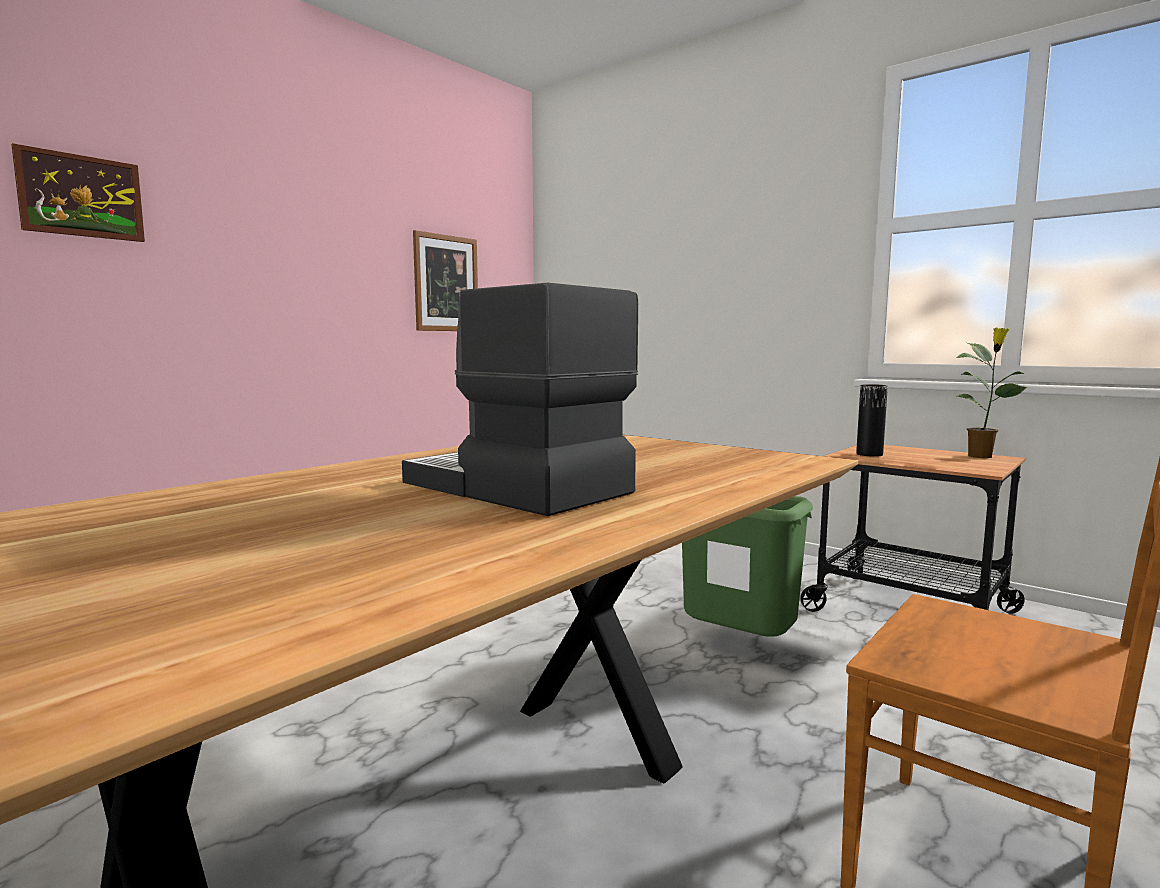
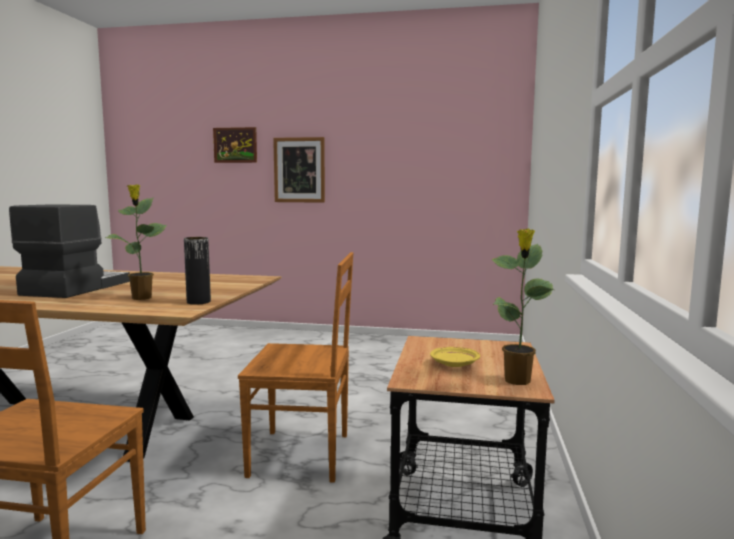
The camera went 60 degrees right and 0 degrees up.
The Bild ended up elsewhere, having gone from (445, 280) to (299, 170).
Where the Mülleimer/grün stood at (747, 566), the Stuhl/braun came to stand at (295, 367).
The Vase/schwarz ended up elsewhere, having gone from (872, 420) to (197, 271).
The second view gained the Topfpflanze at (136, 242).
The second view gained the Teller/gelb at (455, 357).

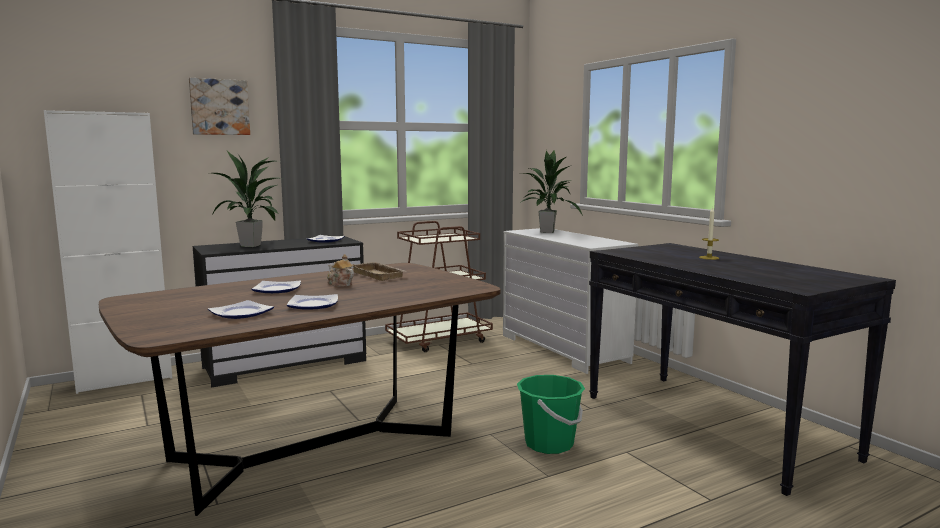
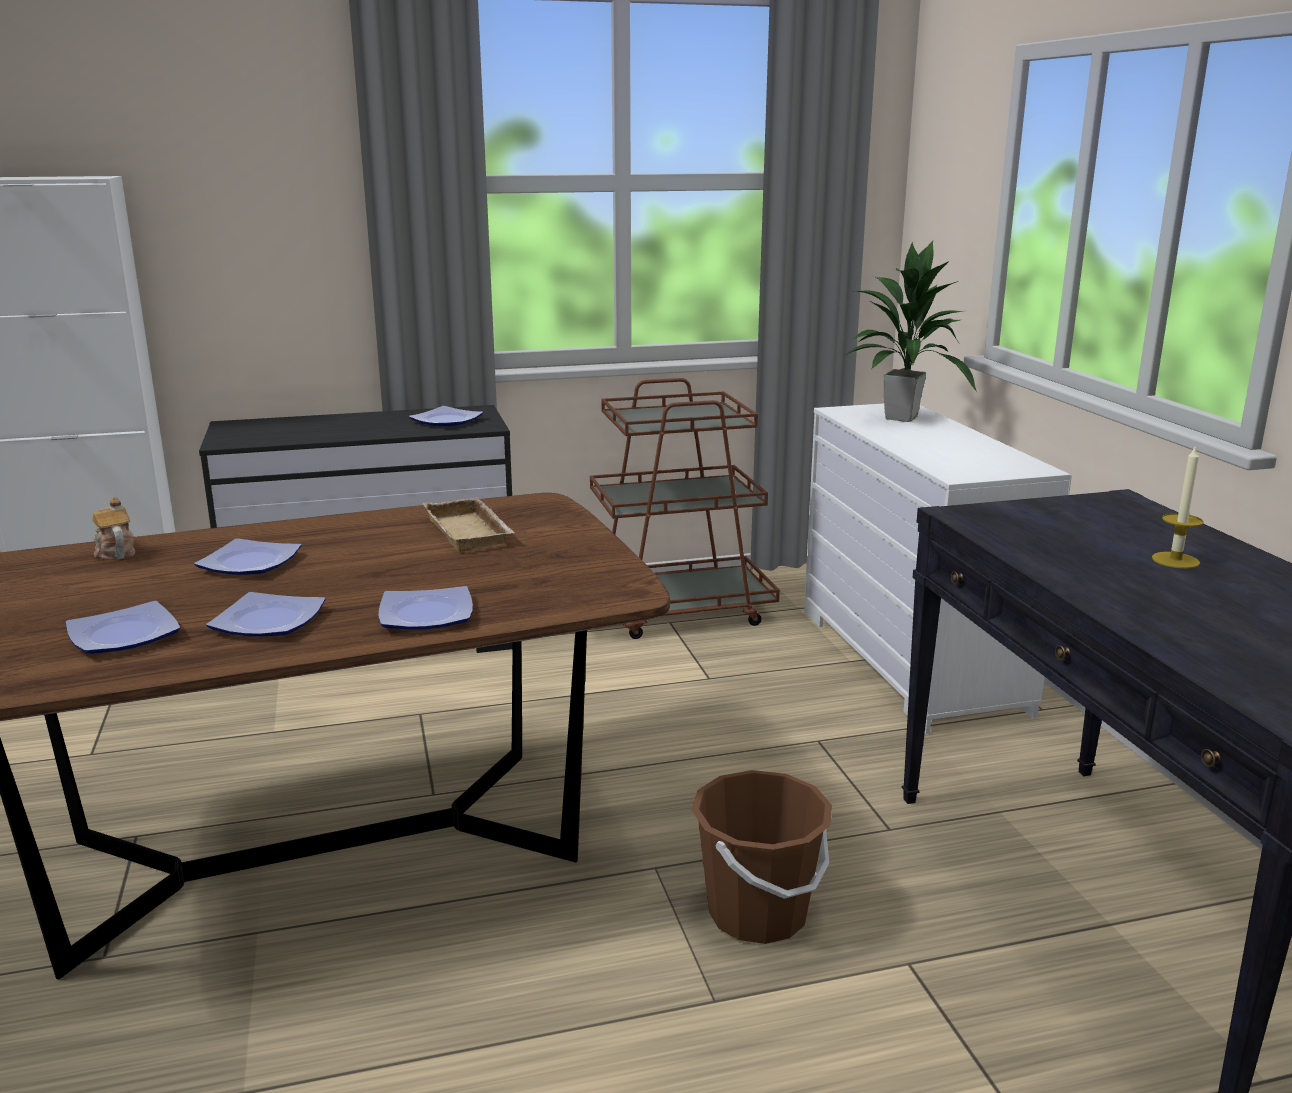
The camera went 15 degrees right and 10 degrees up.
The second view lost the Bild at (219, 106).
The second view lost the Topfpflanze at (245, 199).
The Teekanne ended up elsewhere, having gone from (340, 270) to (113, 528).
What was the Eimer/grün at (551, 414) turned into the Eimer/braun at (762, 857).
The second view gained the Teller at (426, 608).

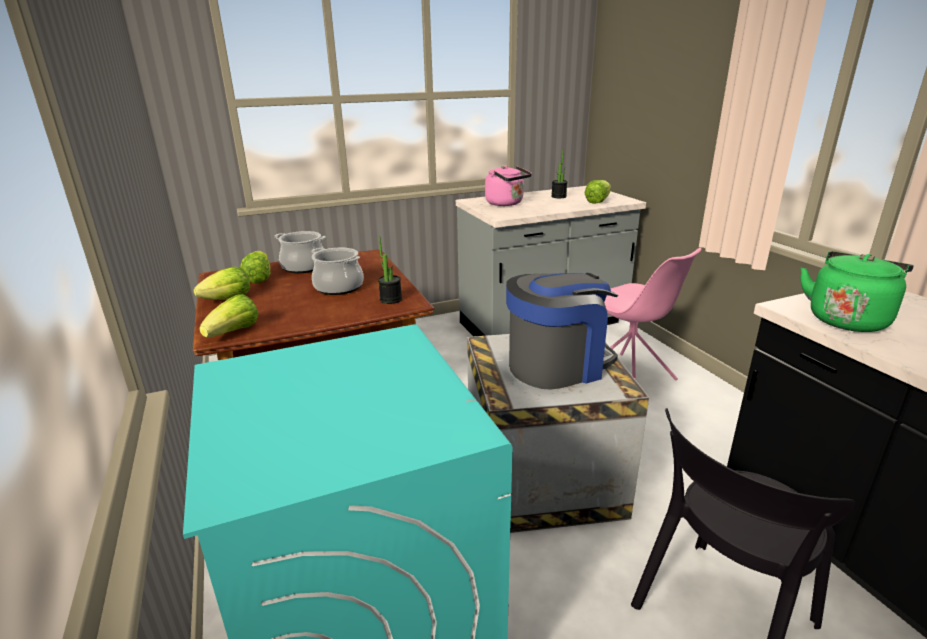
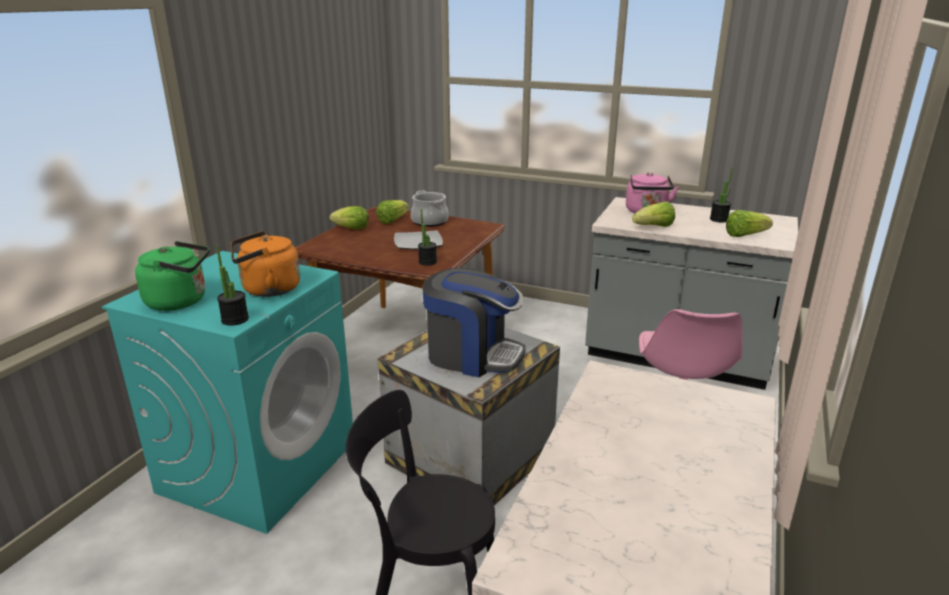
The camera went 45 degrees right and 0 degrees up.
The Salatkopf ended up elsewhere, having gone from (228, 315) to (653, 214).
Where the Kochtopf stood at (337, 271), the Teller came to stand at (418, 239).
The Wasserkessel/grün ended up elsewhere, having gone from (857, 291) to (172, 276).
The second view gained the Topfpflanze at (232, 285).
The second view gained the Wasserkessel/orange at (265, 264).

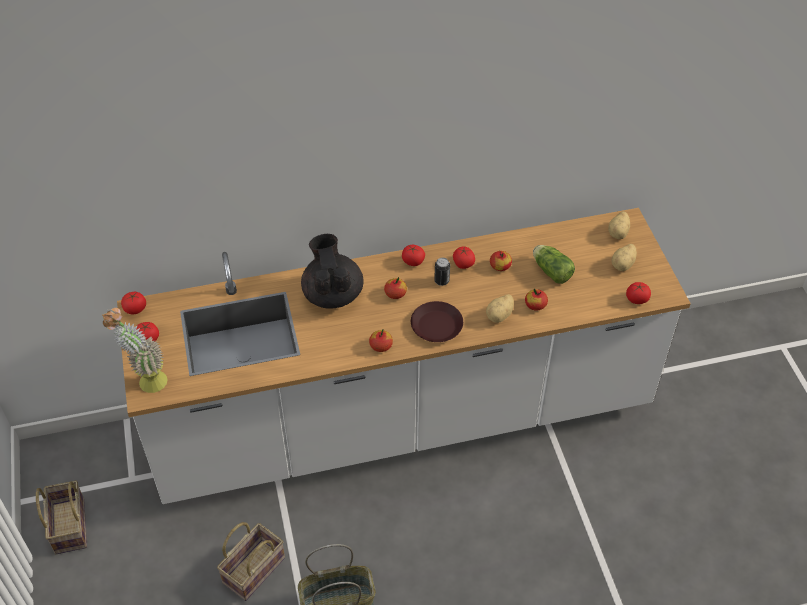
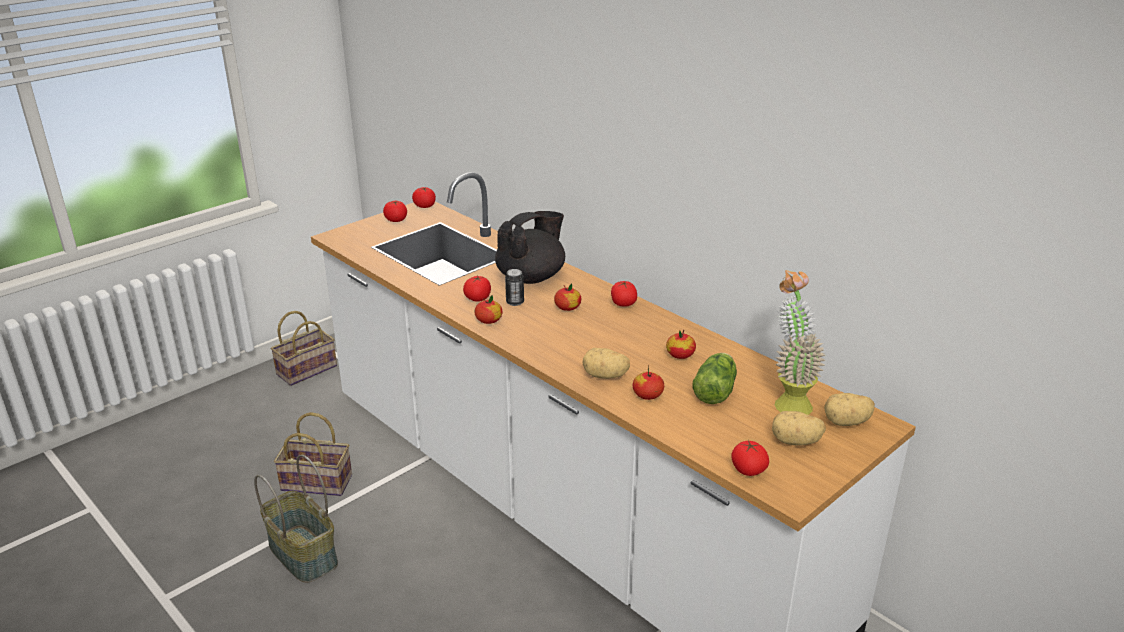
The camera went 60 degrees right and 20 degrees down.
The Topfpflanze ended up elsewhere, having gone from (135, 350) to (800, 342).
The second view lost the Teller/braun at (437, 321).
The Dose ended up elsewhere, having gone from (442, 272) to (514, 287).
The Tomate ended up elsewhere, having gone from (464, 258) to (477, 289).

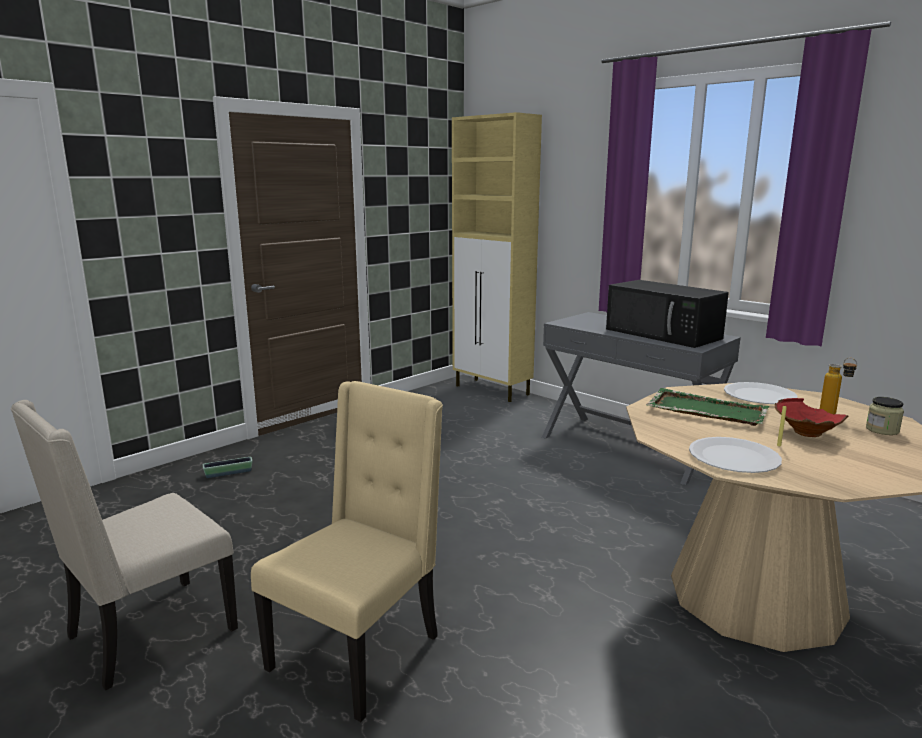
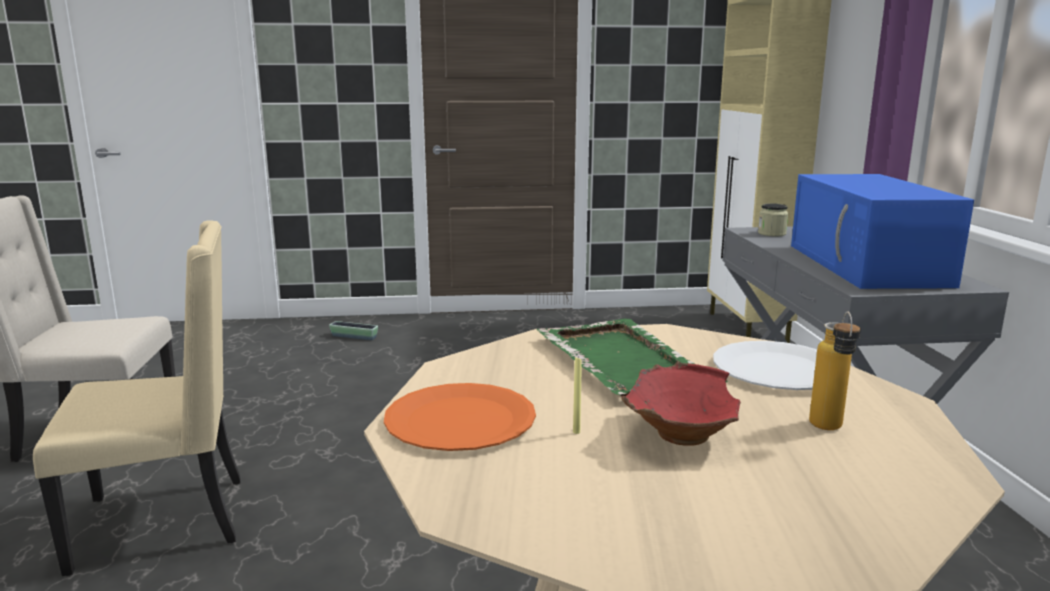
The camera went 40 degrees right and 0 degrees up.
What was the Mikrowelle/schwarz at (667, 314) turned into the Mikrowelle/blau at (882, 231).
What was the Teller/weiß at (735, 455) turned into the Teller/orange at (460, 417).
The Vorratsglas ended up elsewhere, having gone from (885, 416) to (773, 219).

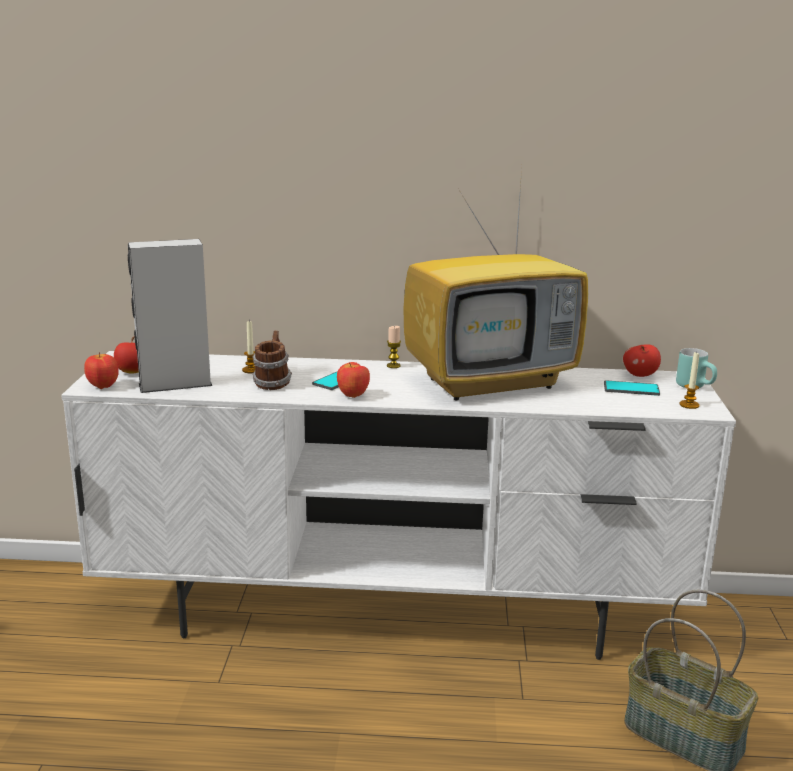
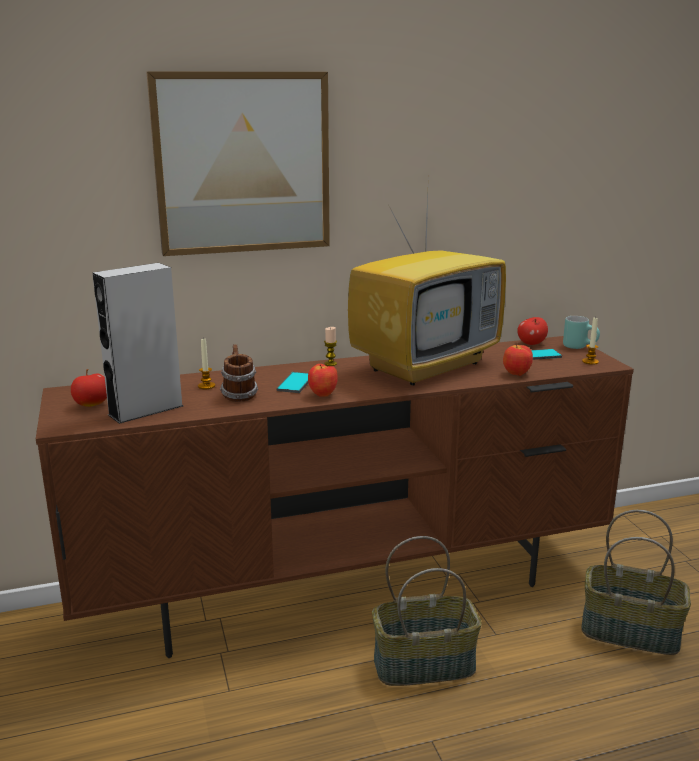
The camera went 20 degrees left and 0 degrees up.
What was the Fernsehschrank/weiß at (398, 505) turned into the Fernsehschrank/braun at (335, 497).
The Apfel ended up elsewhere, having gone from (101, 370) to (518, 360).
The second view gained the Bild at (238, 163).
The second view gained the Korb at (427, 611).

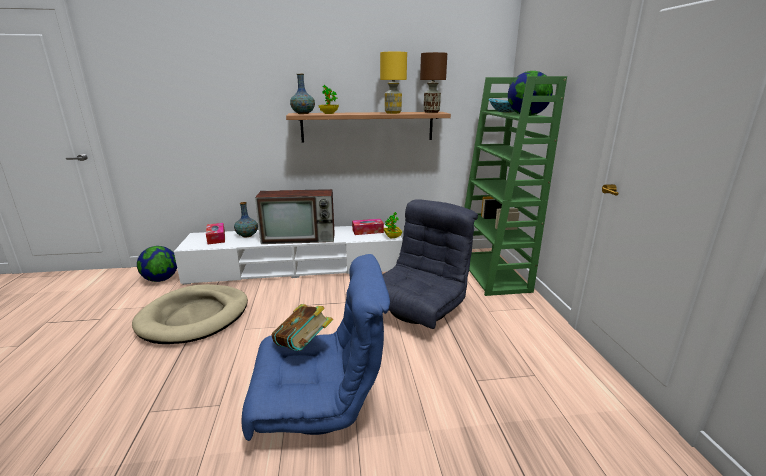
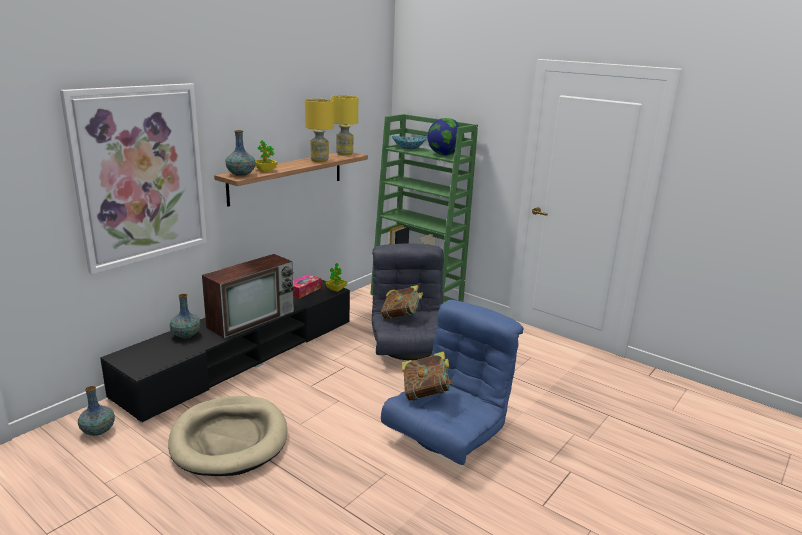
The camera went 45 degrees left and 0 degrees up.
Where the Globus stood at (157, 264), the Vase came to stand at (96, 411).
What was the Fernsehschrank/weiß at (288, 254) turned into the Fernsehschrank/schwarz at (225, 351).
The second view lost the Taschentuchbox at (215, 234).
What was the Tischlampe/braun at (433, 82) turned into the Tischlampe/gelb at (345, 125).
The second view gained the Bild at (133, 178).
The second view gained the Buch at (402, 302).

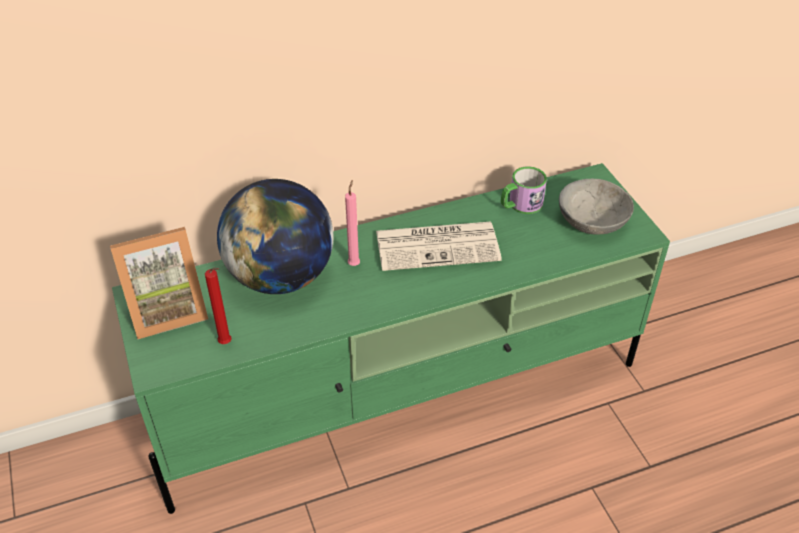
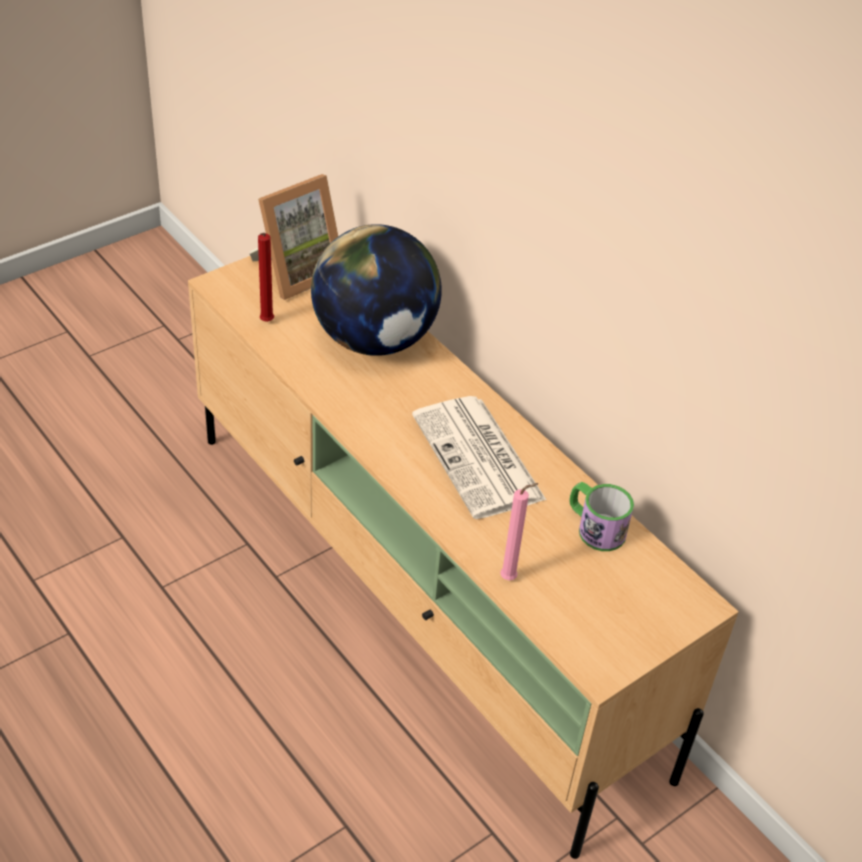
The camera went 70 degrees right and 0 degrees up.
The Bilderrahmen at (159, 283) ended up facing another way, 90 degrees counterclockwise from before.
What was the Fernsehschrank/grün at (391, 338) turned into the Fernsehschrank/beige at (463, 557).
The Kerze/rosa ended up elsewhere, having gone from (352, 223) to (519, 531).
The second view lost the Schüssel/grau at (596, 207).

